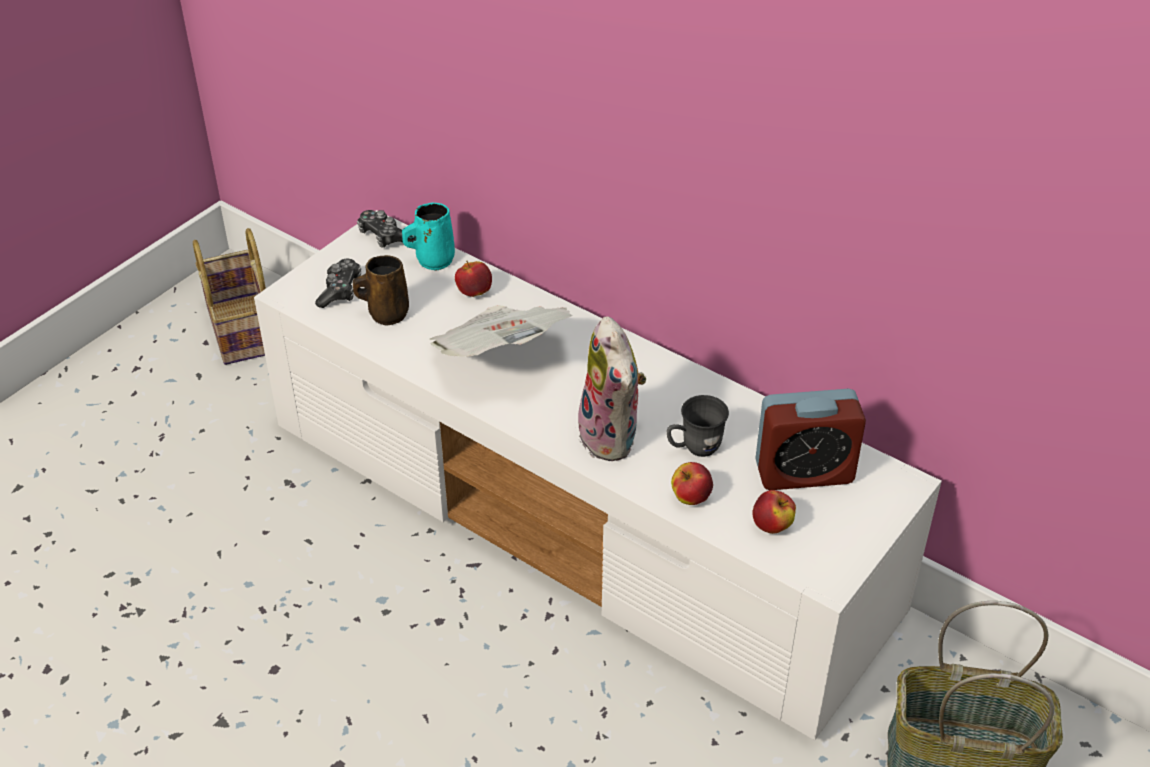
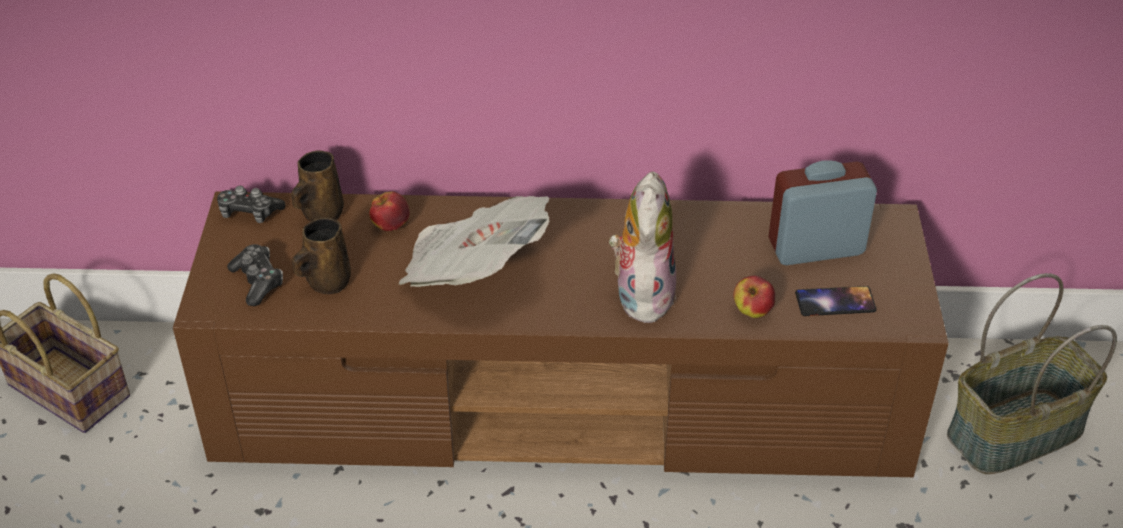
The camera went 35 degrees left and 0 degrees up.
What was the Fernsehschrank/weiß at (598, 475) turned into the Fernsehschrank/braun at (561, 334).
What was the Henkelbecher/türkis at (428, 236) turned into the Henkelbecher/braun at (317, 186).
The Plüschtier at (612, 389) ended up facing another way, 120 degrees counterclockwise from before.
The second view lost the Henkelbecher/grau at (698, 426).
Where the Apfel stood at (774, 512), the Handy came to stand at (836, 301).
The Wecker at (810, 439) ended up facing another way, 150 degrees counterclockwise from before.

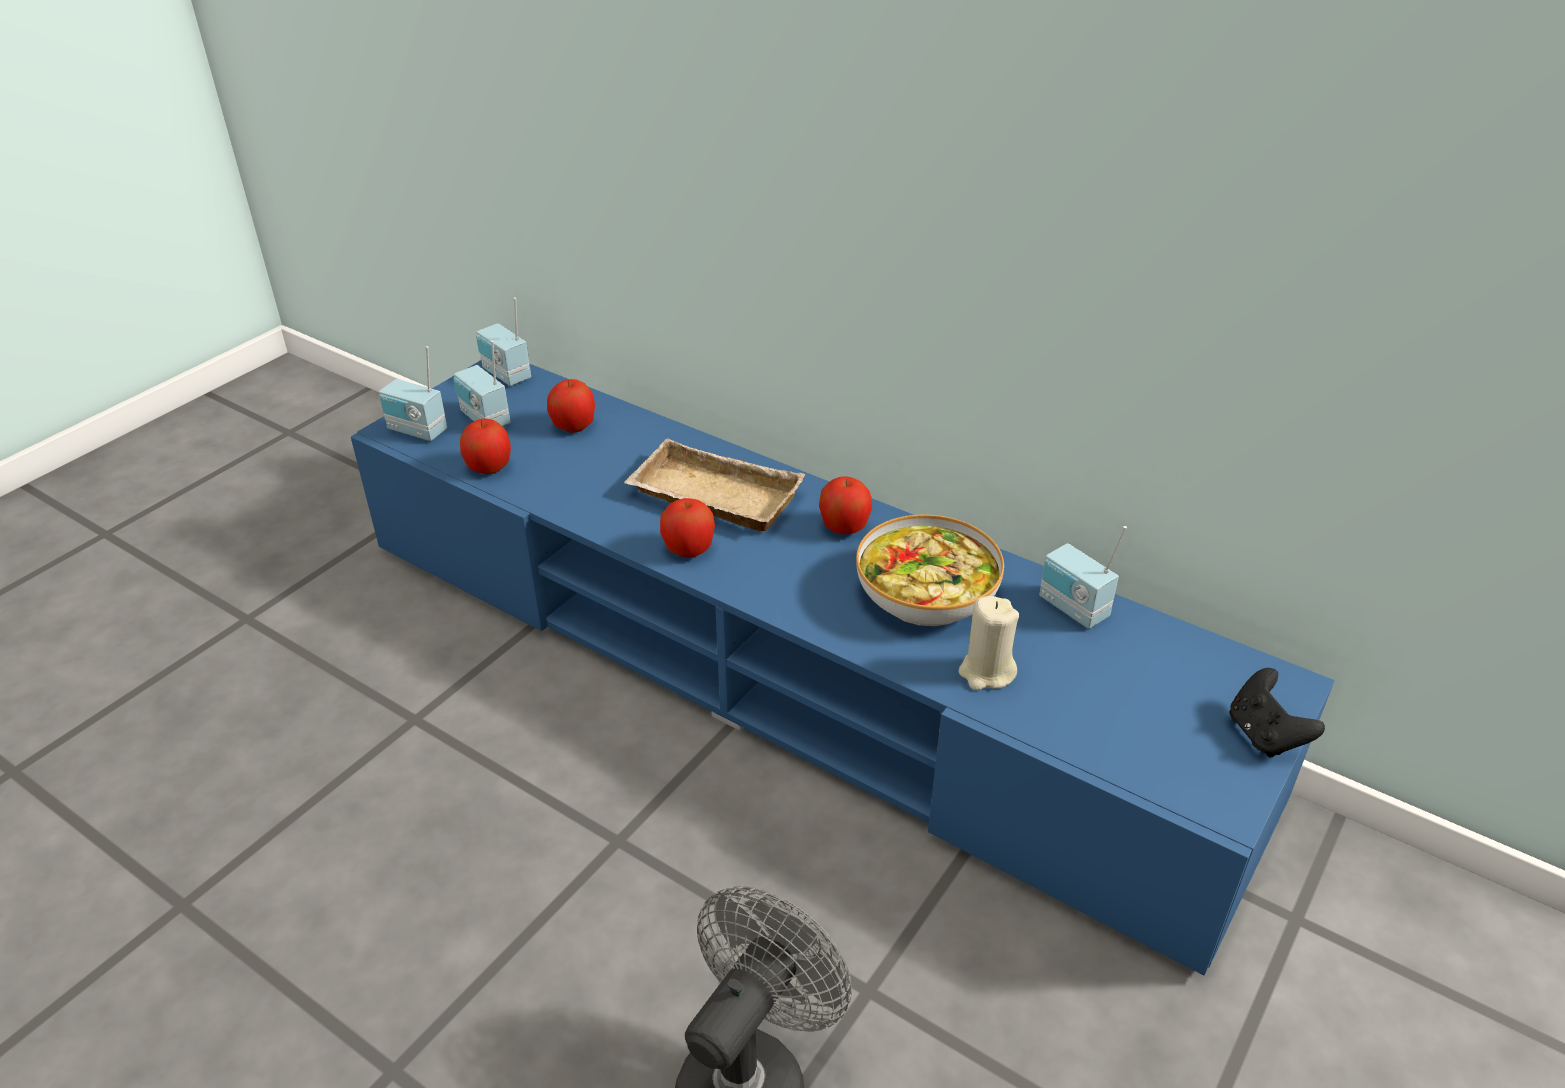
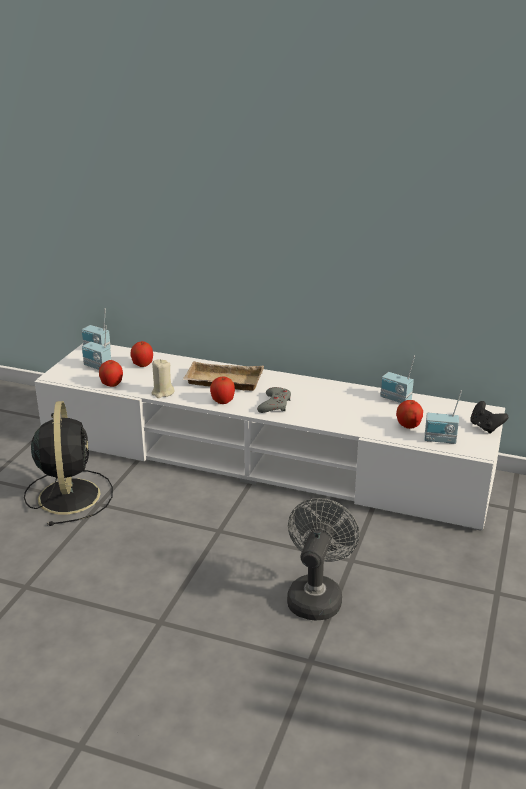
The camera went 15 degrees left and 10 degrees down.
What was the Fernsehschrank/blau at (843, 667) turned into the Fernsehschrank/weiß at (270, 437).
The Radio ended up elsewhere, having gone from (413, 393) to (443, 417).
The Apfel ended up elsewhere, having gone from (845, 505) to (409, 414).
The second view lost the Schüssel at (930, 570).
The Kerze/beige ended up elsewhere, having gone from (988, 643) to (162, 378).
The second view gained the Ventilator/schwarz at (68, 463).
The second view gained the Gamepad/grau at (274, 400).

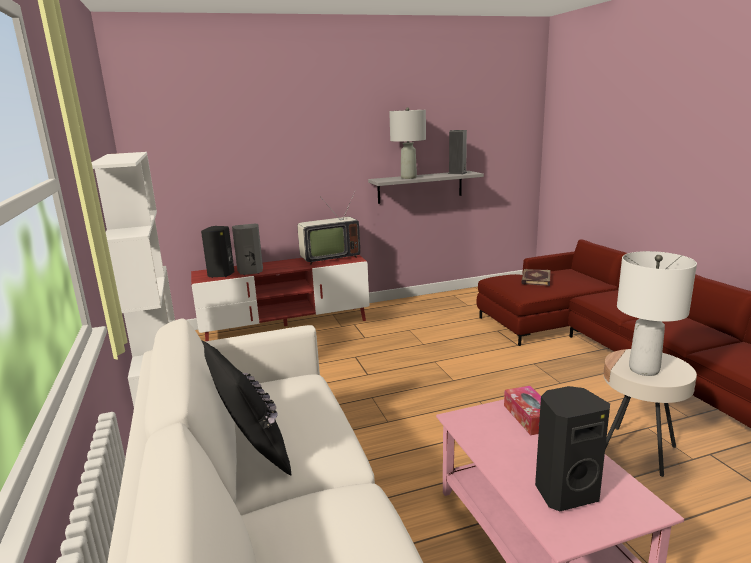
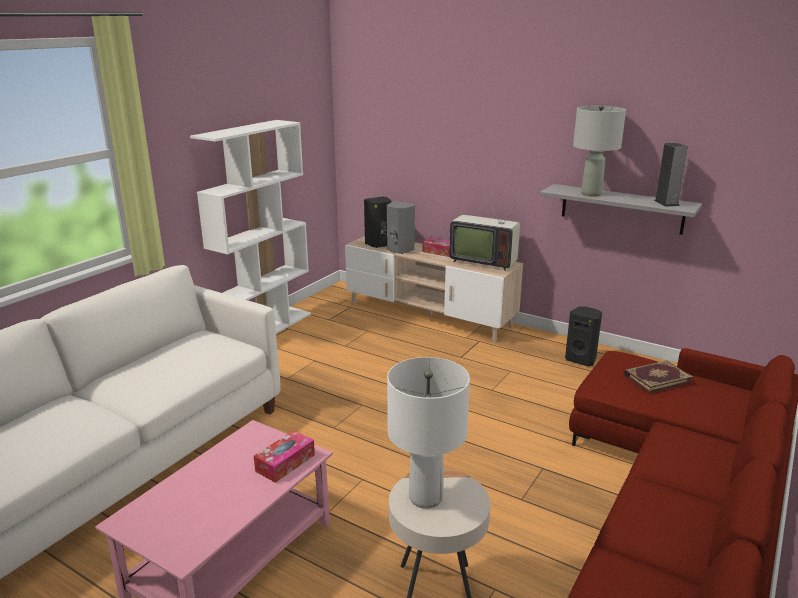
The camera went 50 degrees right and 5 degrees up.
What was the Fernsehschrank/rot at (280, 298) turned into the Fernsehschrank/beige at (434, 289).
The second view lost the Kissen/schwarz at (246, 407).
The Lautsprecher/schwarz ended up elsewhere, having gone from (572, 448) to (583, 336).
The second view gained the Taschentuchbox at (436, 247).

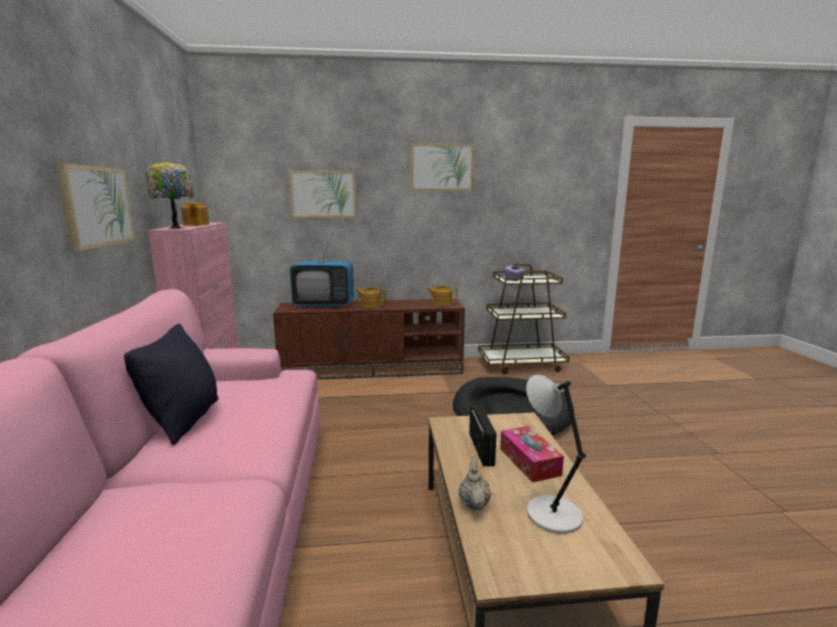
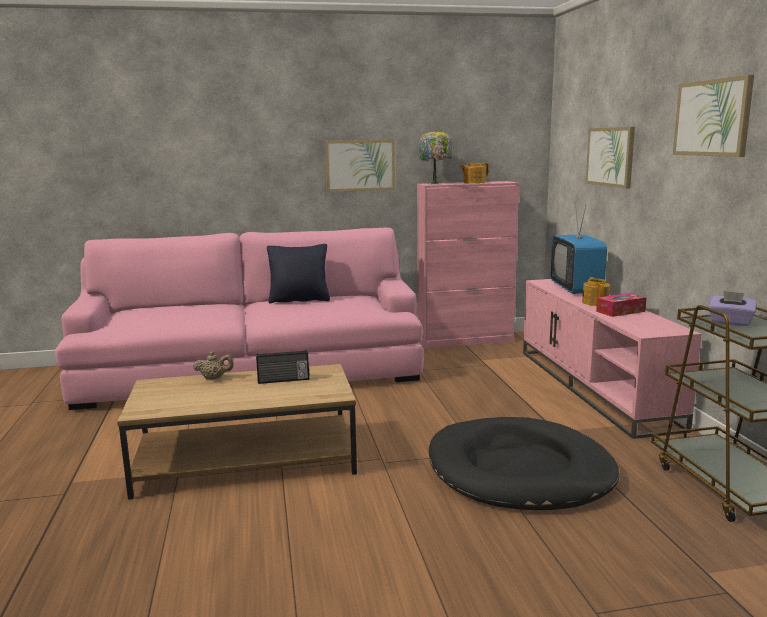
The camera went 85 degrees right and 0 degrees up.
What was the Fernsehschrank/braun at (369, 339) turned into the Fernsehschrank/rosa at (612, 359).
The second view lost the Teekanne at (442, 296).
The Taschentuchbox ended up elsewhere, having gone from (532, 454) to (621, 305).
The second view lost the Tischlampe/grau at (556, 454).

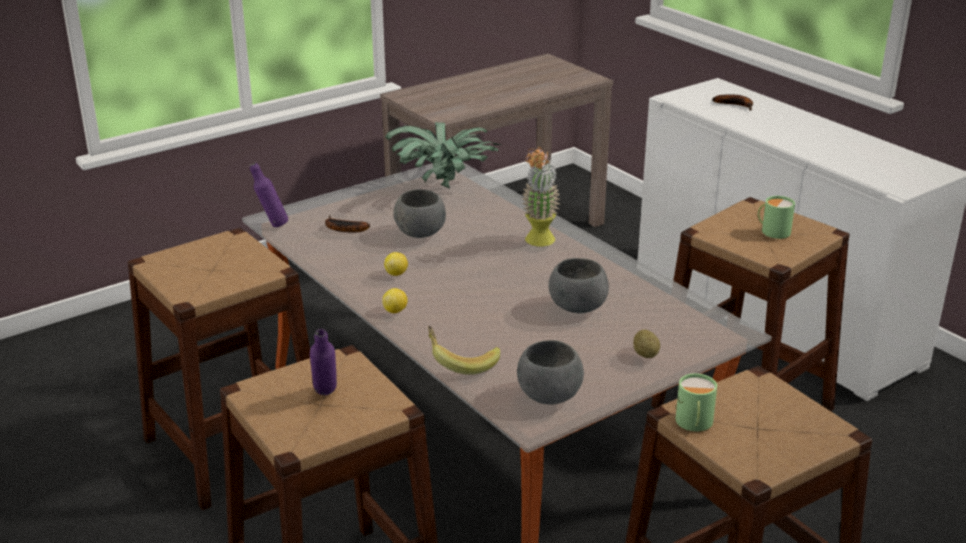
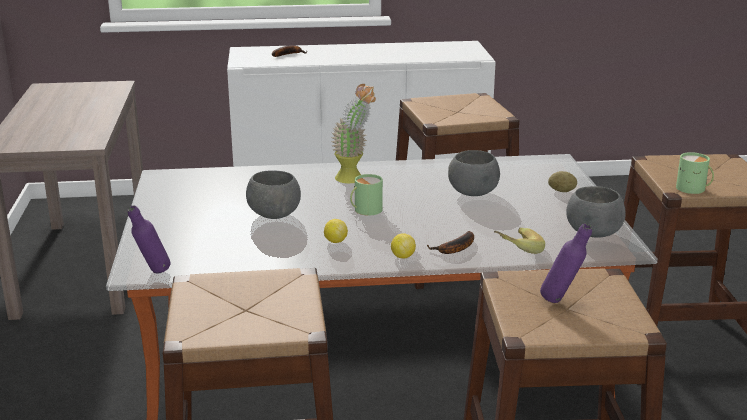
The camera went 60 degrees left and 5 degrees down.
The Banane ended up elsewhere, having gone from (347, 224) to (450, 242).
The second view lost the Topfpflanze at (443, 155).
The Henkelbecher/grün ended up elsewhere, having gone from (776, 217) to (366, 195).

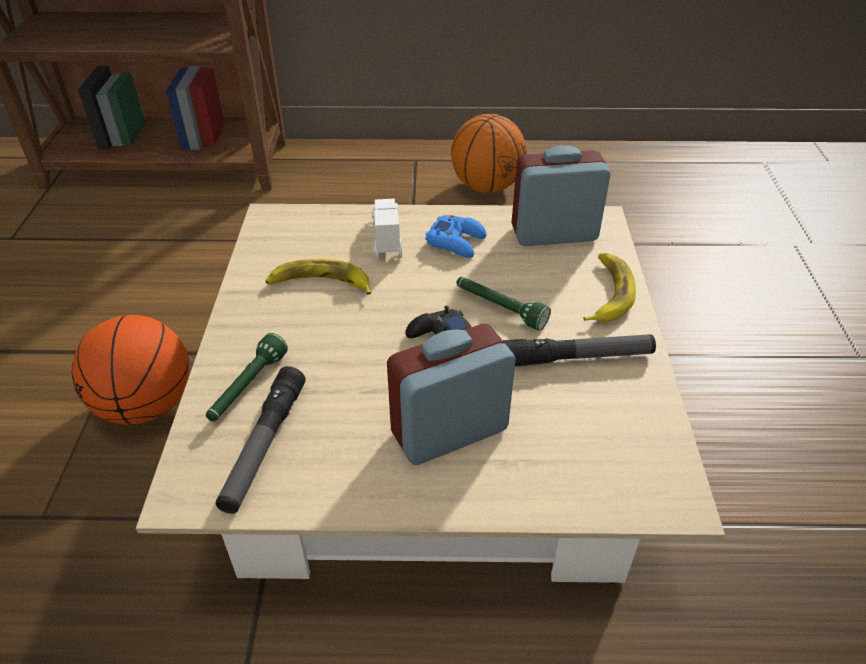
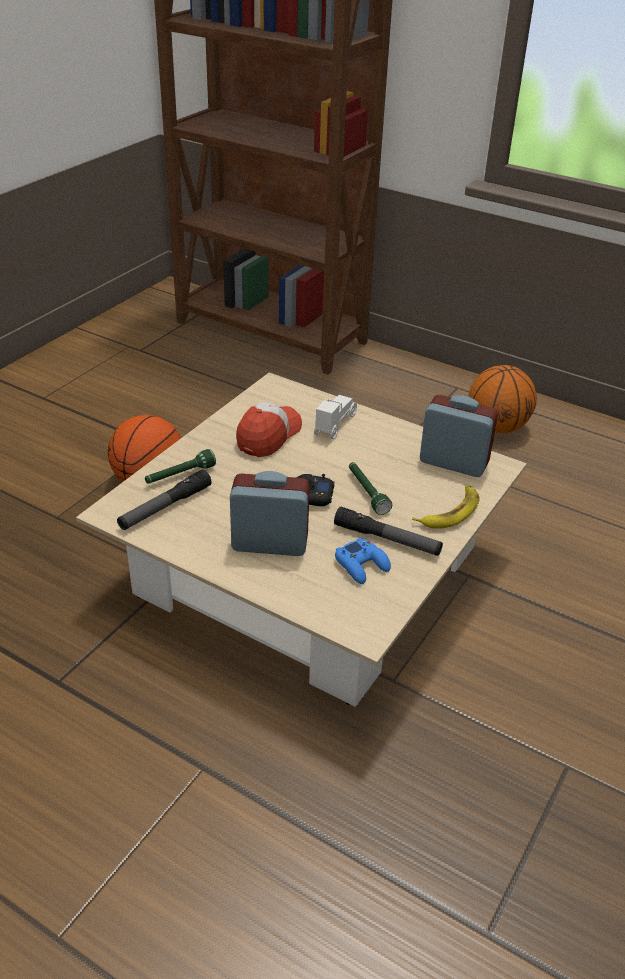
The camera went 30 degrees right and 5 degrees down.
Where the Banane stood at (318, 277), the Kappe came to stand at (269, 429).
The Gamepad/blau ended up elsewhere, having gone from (455, 236) to (363, 561).

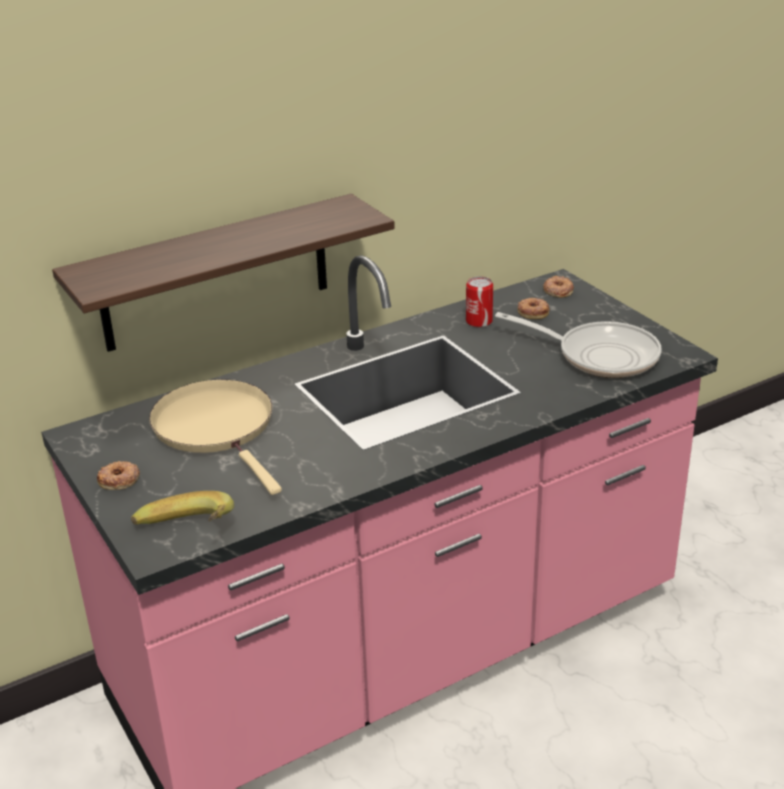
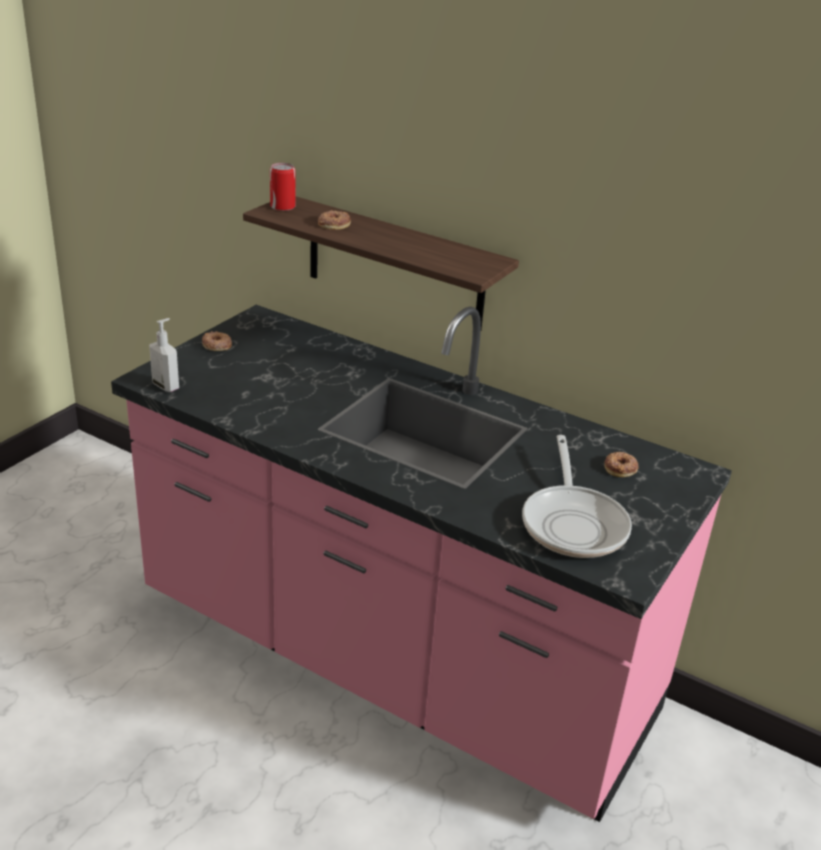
The camera went 60 degrees right and 0 degrees up.
Where the Banane stood at (182, 508), the Seifenspender came to stand at (164, 355).
The second view lost the Pfanne/beige at (215, 437).
The Dose ended up elsewhere, having gone from (479, 301) to (282, 187).
The Donut ended up elsewhere, having gone from (558, 287) to (334, 220).

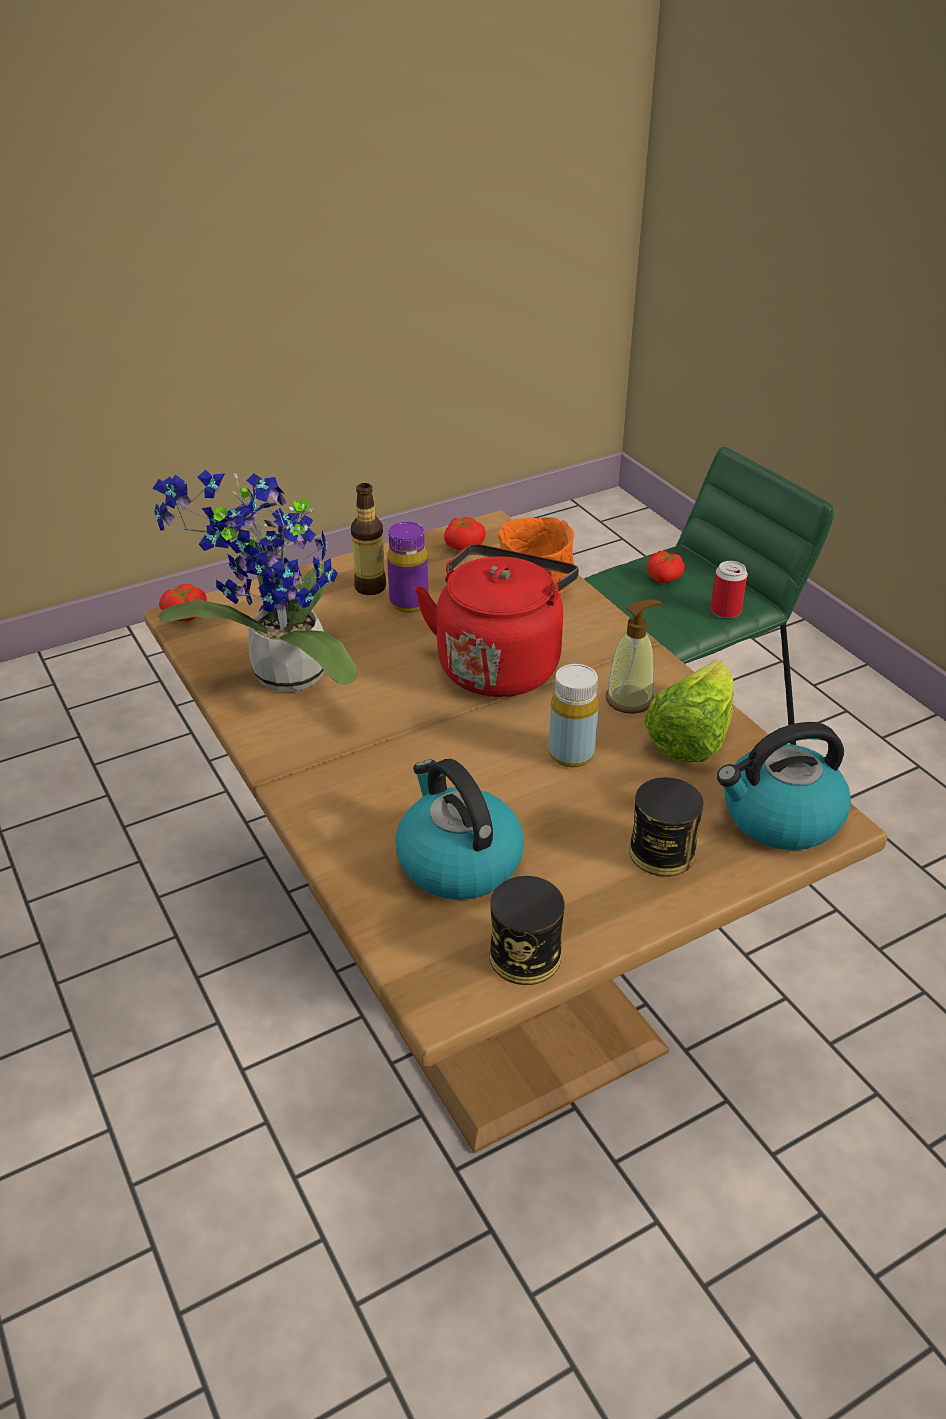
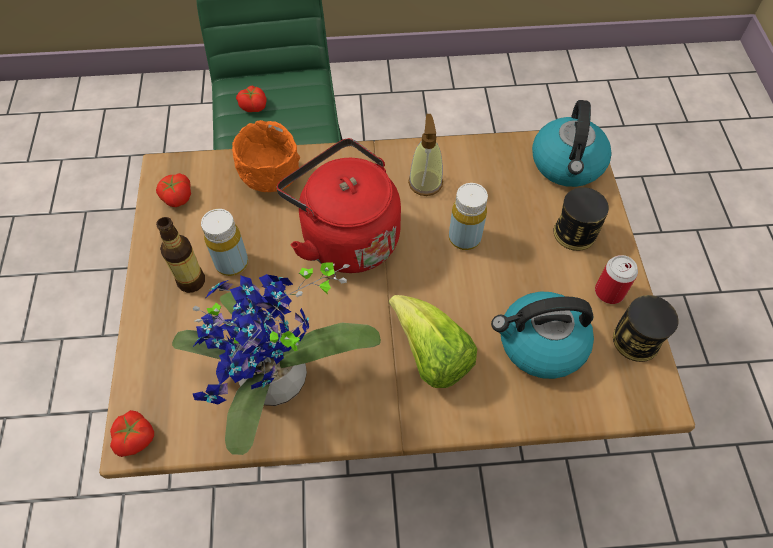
The camera went 65 degrees left and 20 degrees up.
What was the Flasche/lila at (407, 567) turned into the Flasche/gelb at (224, 242).
The Salatkopf ended up elsewhere, having gone from (688, 711) to (433, 341).
The Dose ended up elsewhere, having gone from (729, 589) to (616, 279).

